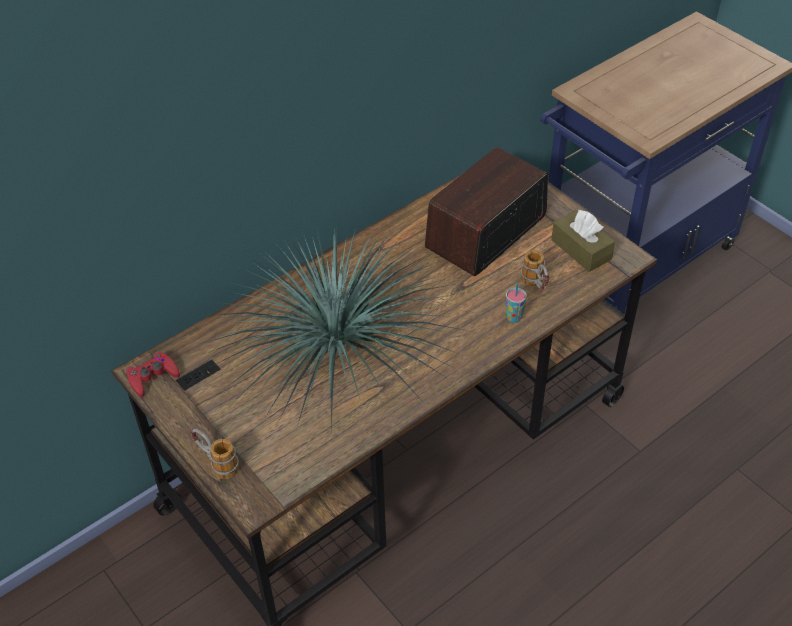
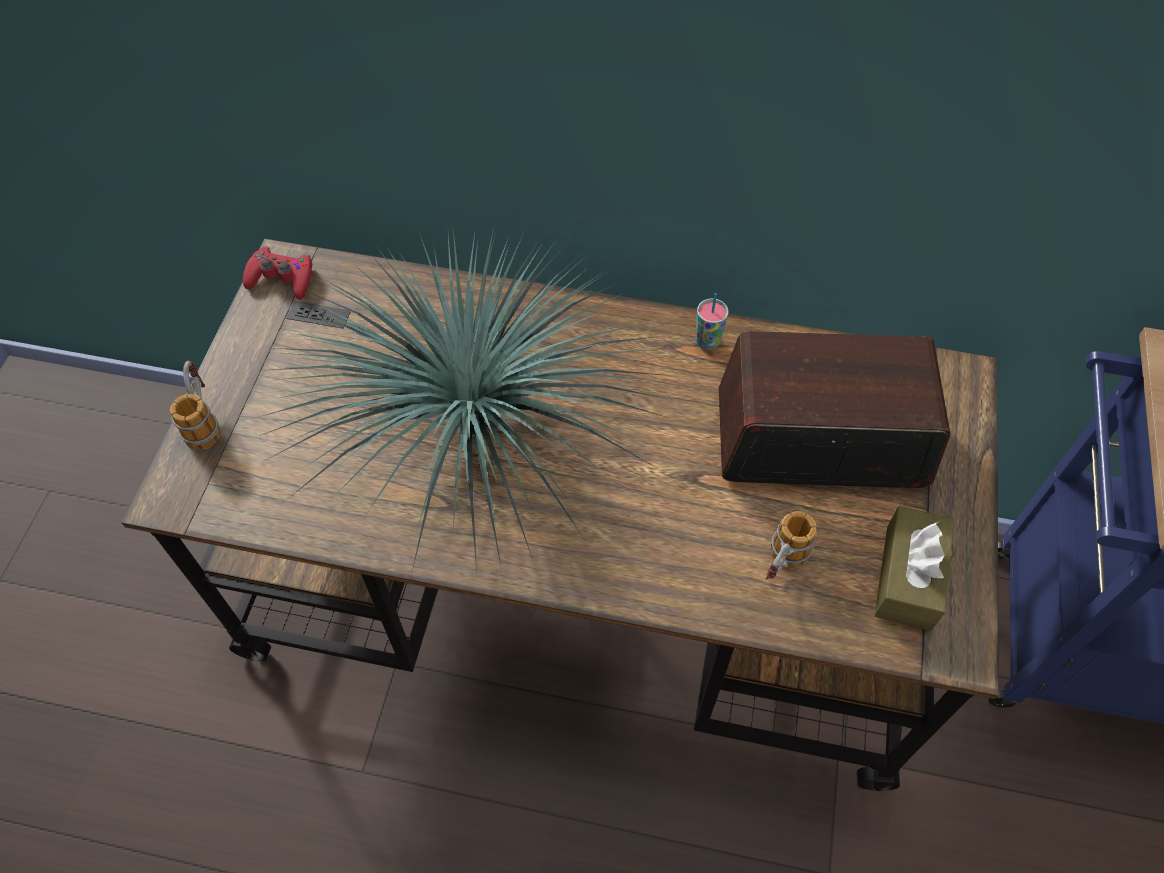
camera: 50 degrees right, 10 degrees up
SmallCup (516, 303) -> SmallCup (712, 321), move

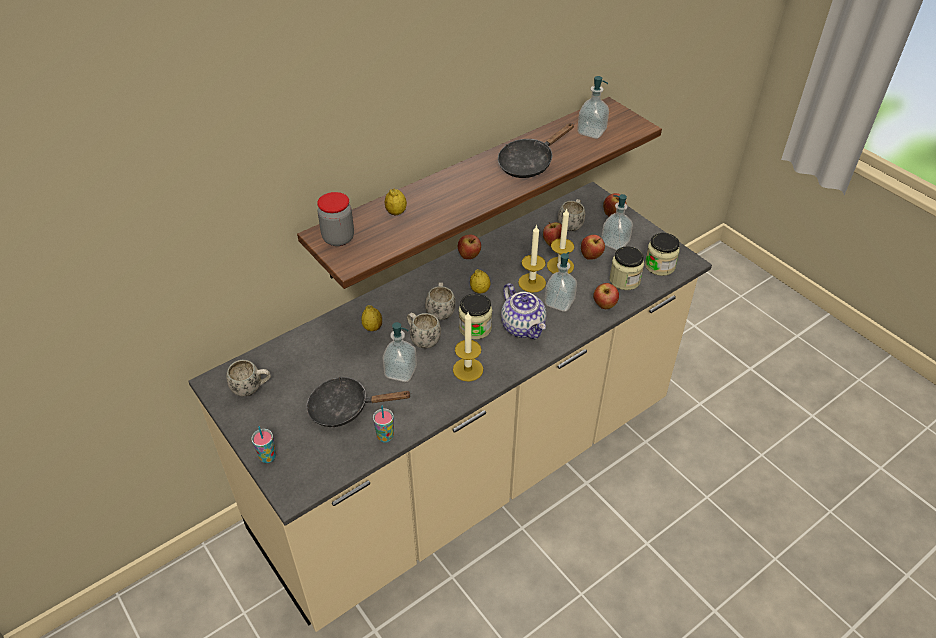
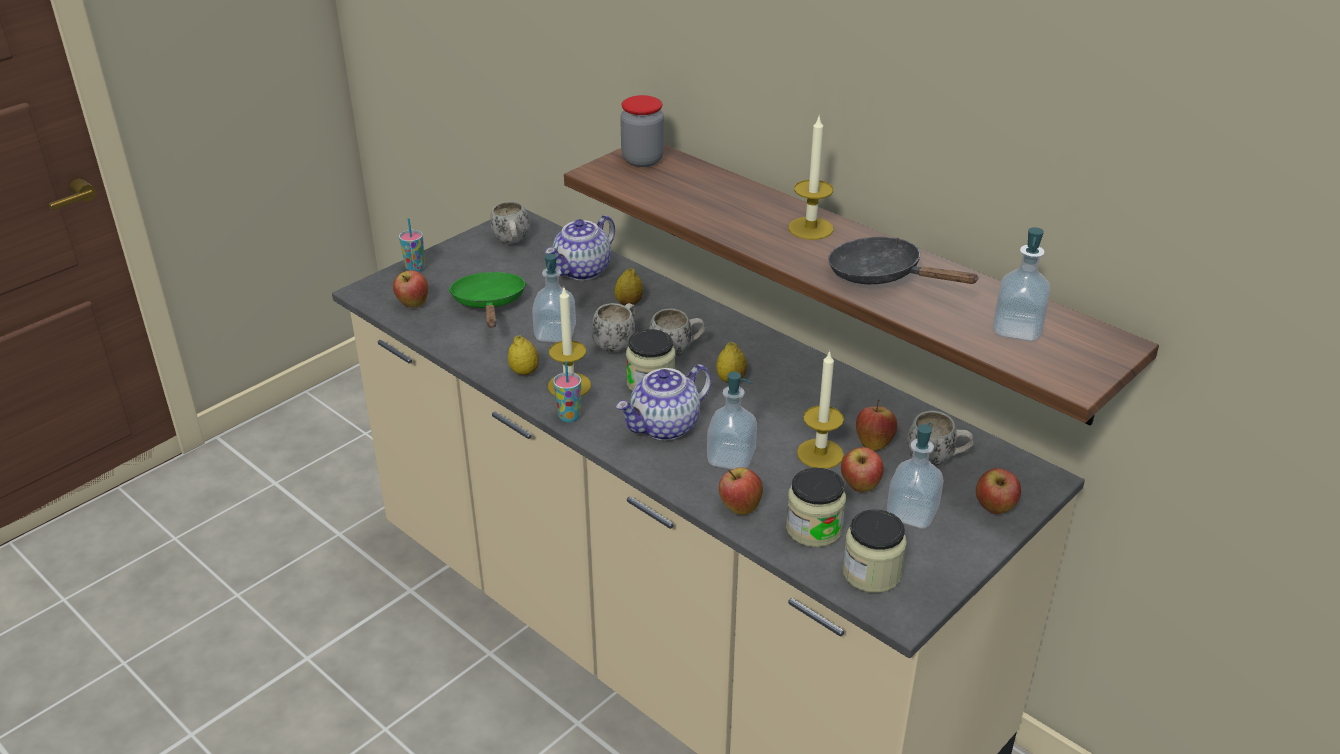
camera: 80 degrees right, 10 degrees down
Lemon (395, 202) -> Lemon (523, 355), move
WaxCandle (532, 258) -> WaxCandle (810, 178), move
WholeApple (469, 246) -> WholeApple (410, 289), move
BlackColouredPan (359, 401) -> GreenPan (487, 300)
SmallCup (383, 424) -> SmallCup (567, 391), move
none -> Teapot (580, 247)

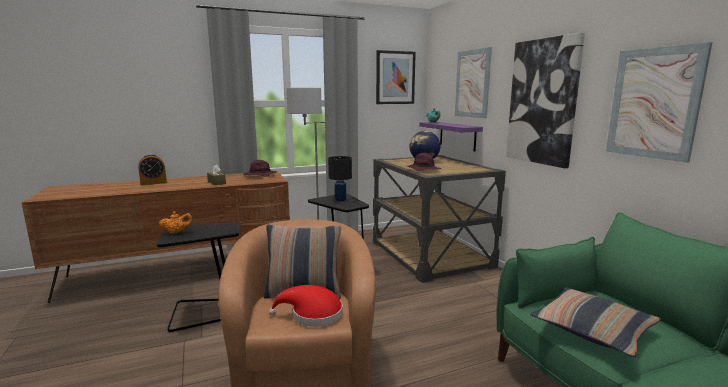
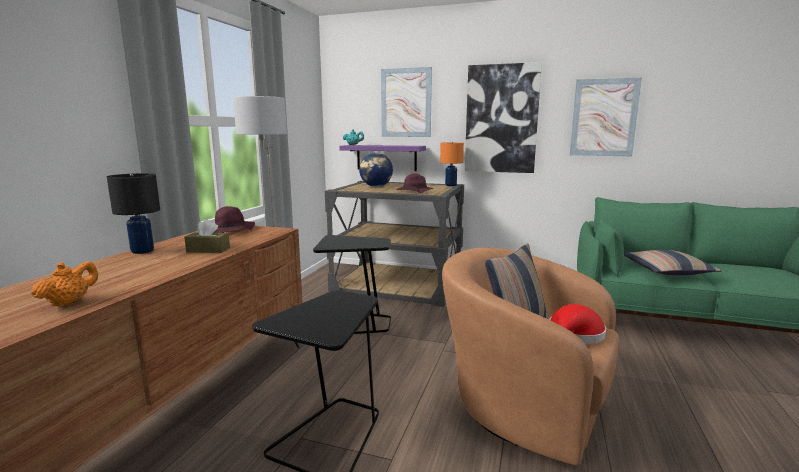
camera: 50 degrees left, 0 degrees up
Picture (396, 77) -> none
AlarmClock (152, 169) -> none
BlackColouredLampForATable (340, 179) -> BlackColouredLampForATable (133, 213), move
OrangeyTeapot (176, 222) -> OrangeyTeapot (64, 284), move
none -> OrangeyLampForATable (452, 164)

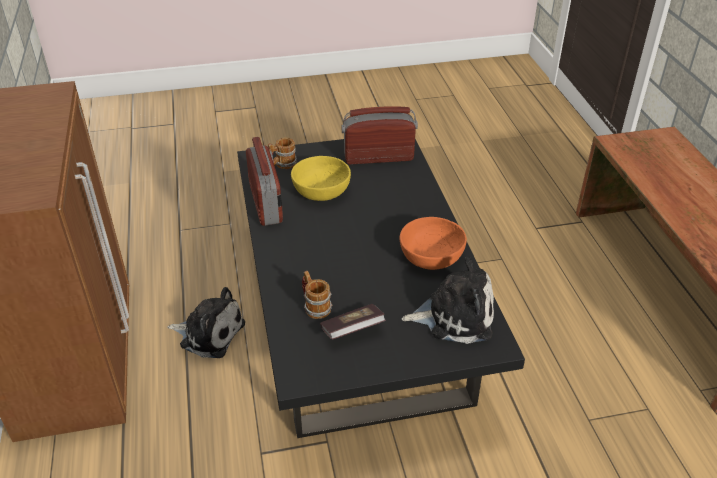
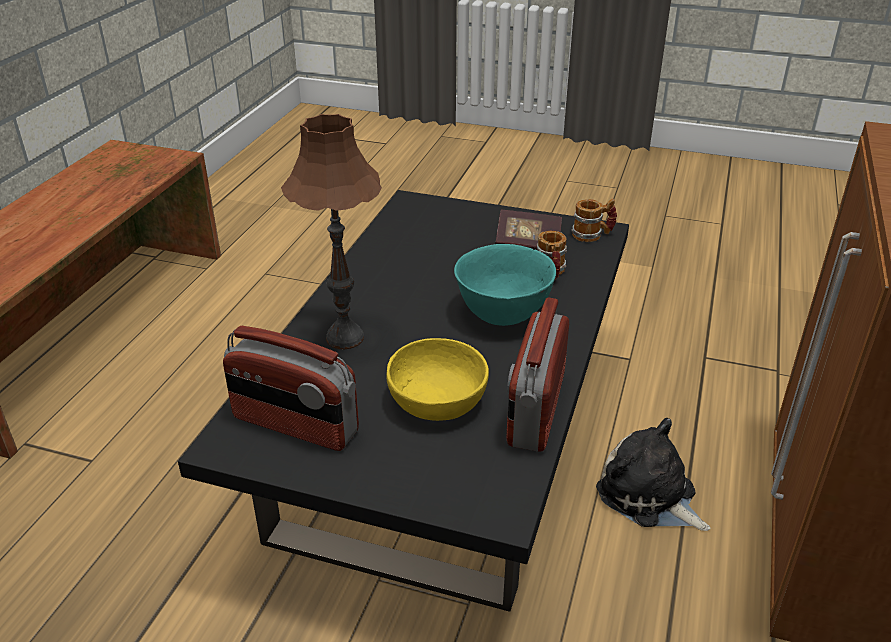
camera: 150 degrees left, 5 degrees down
CoffeeMug (282, 153) -> CoffeeMug (594, 220), move
OrangeyServingBowl (433, 243) -> none
PlushToy (448, 300) -> none
none -> BrownishLampForATable (331, 231)
none -> TurquoiseColouredServingBowl (505, 285)

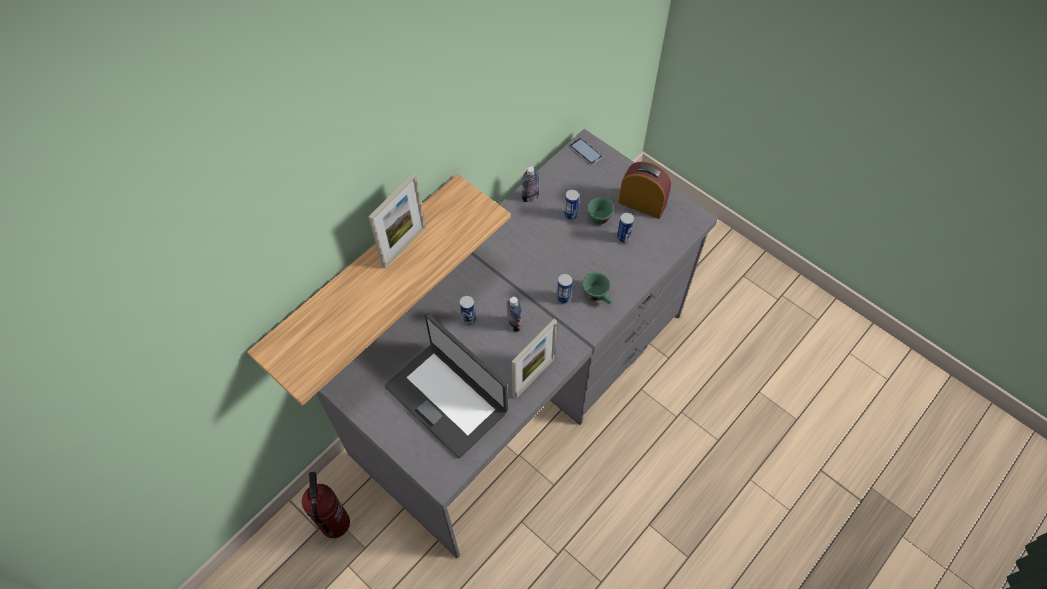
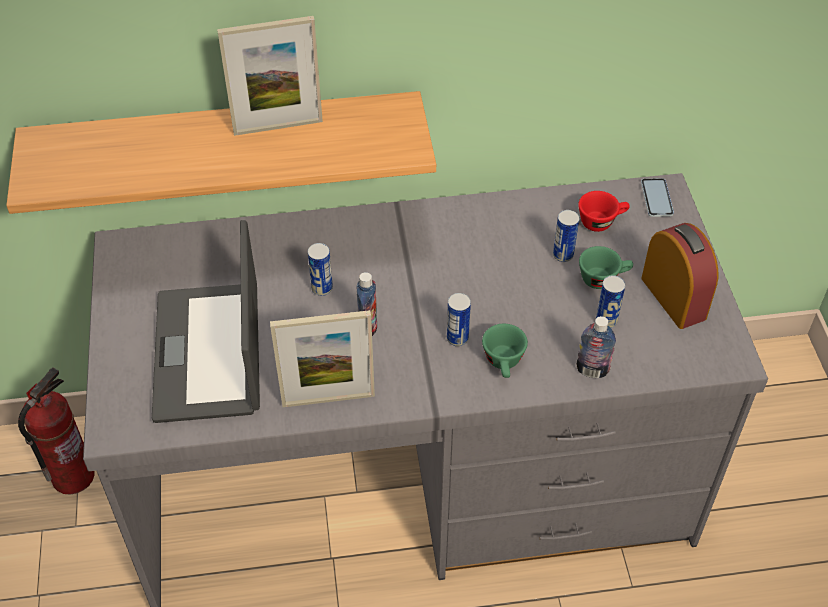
camera: 40 degrees right, 10 degrees down
BeverageBottle (530, 184) -> BeverageBottle (596, 347), move
none -> RedSmallCup (604, 211)

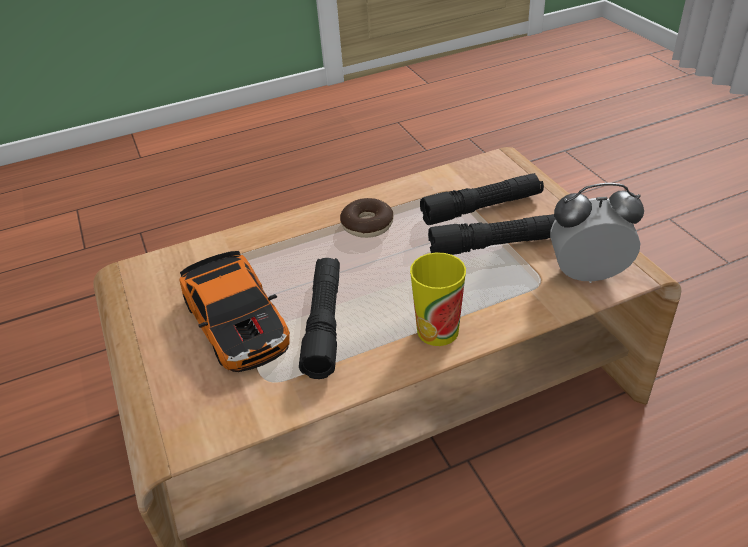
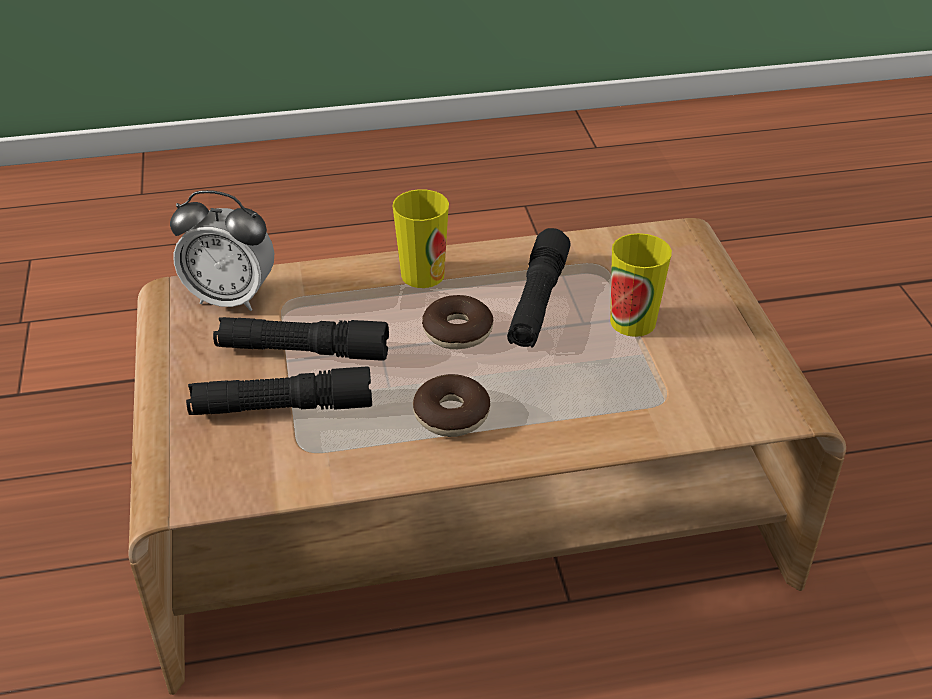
camera: 170 degrees left, 0 degrees up
MiniatureCar (235, 311) -> SmallCup (641, 285)
none -> Donut (457, 322)

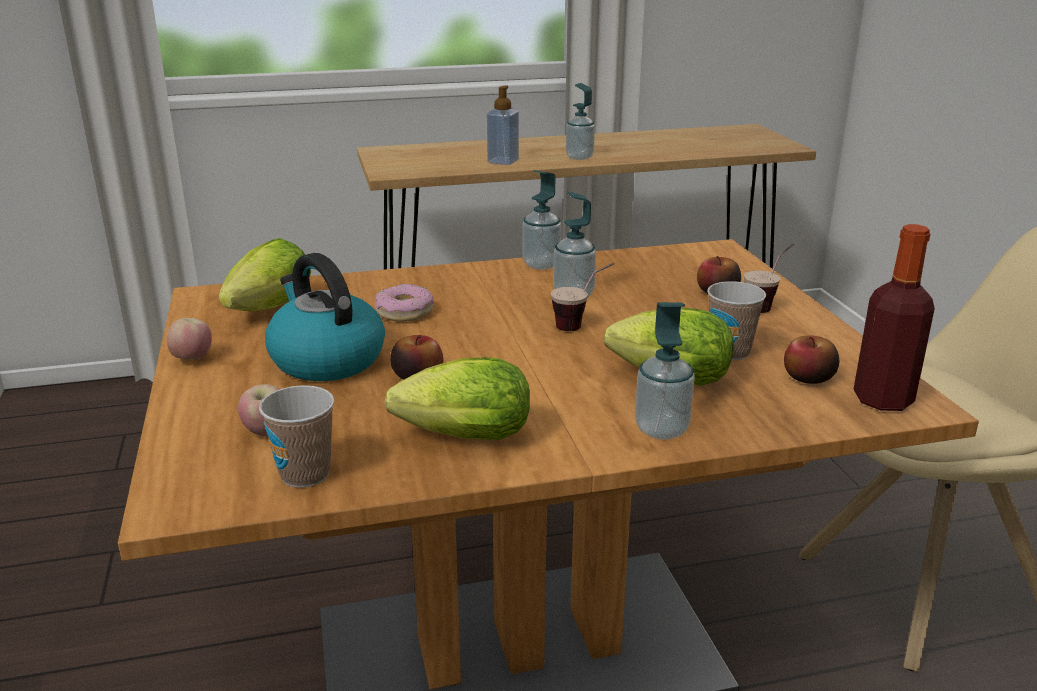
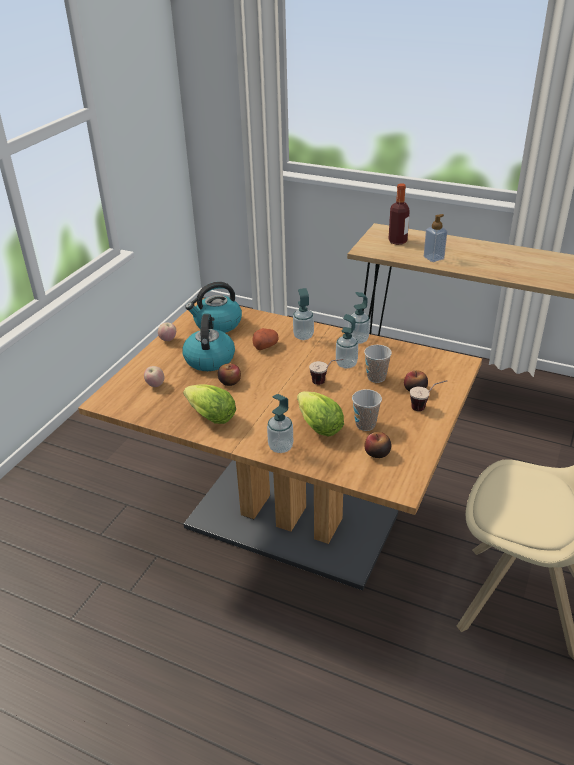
camera: 40 degrees right, 10 degrees up
LiquidSoapBottle (580, 121) -> LiquidSoapBottle (303, 314), move
BeverageBottle (894, 317) -> BeverageBottle (399, 214), move
HeadOfLettuce (265, 274) -> Kettle (213, 307)
Donut (404, 303) -> WholePotato (266, 339)
SmallCup (296, 436) -> SmallCup (378, 364), move

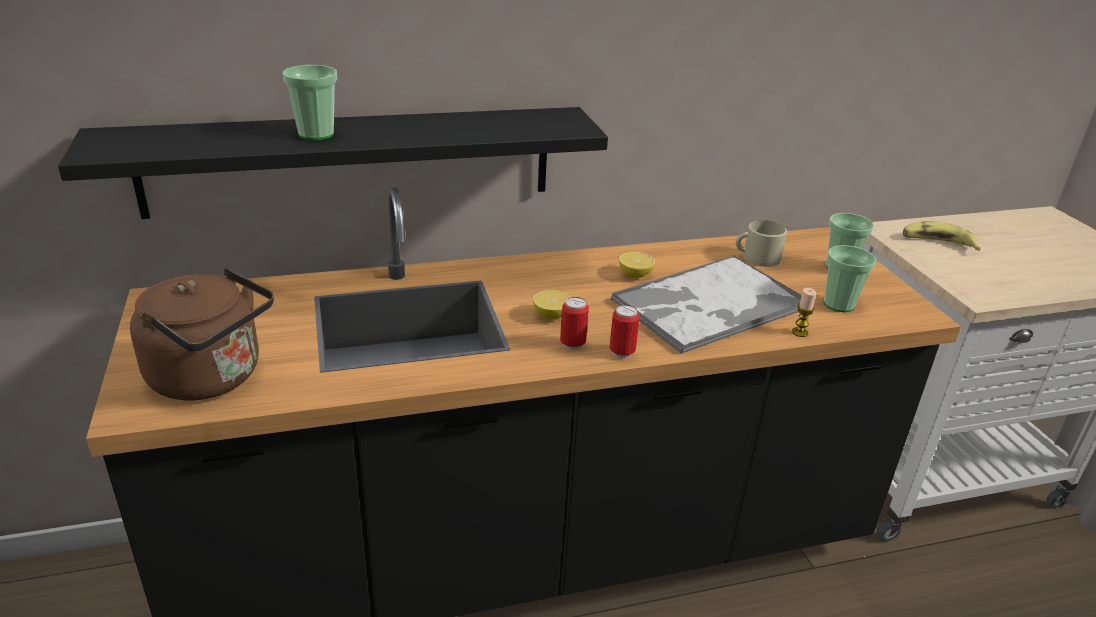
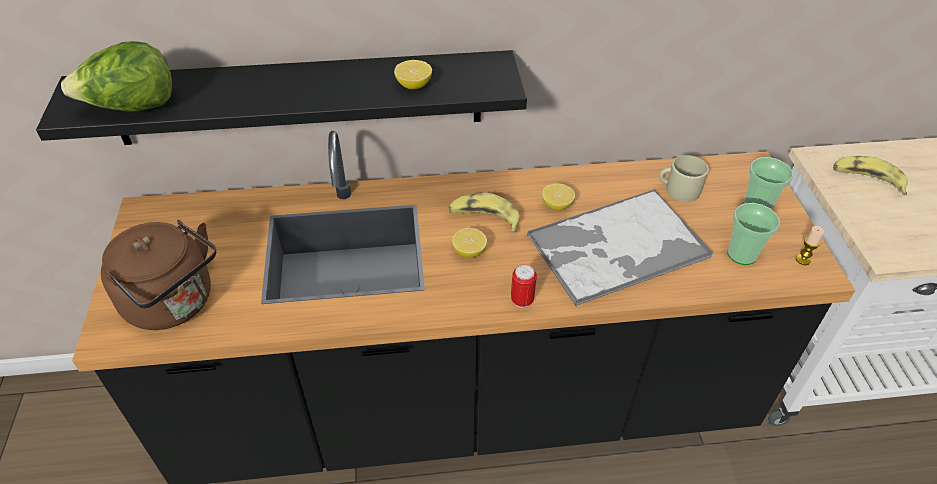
camera: 10 degrees right, 15 degrees up
SmallCup (310, 102) -> none
WaxCandle (804, 312) -> WaxCandle (810, 245), move
Can (574, 323) -> none
none -> HeadOfLettuce (116, 76)
none -> Lemon (413, 74)
none -> Banana (484, 213)

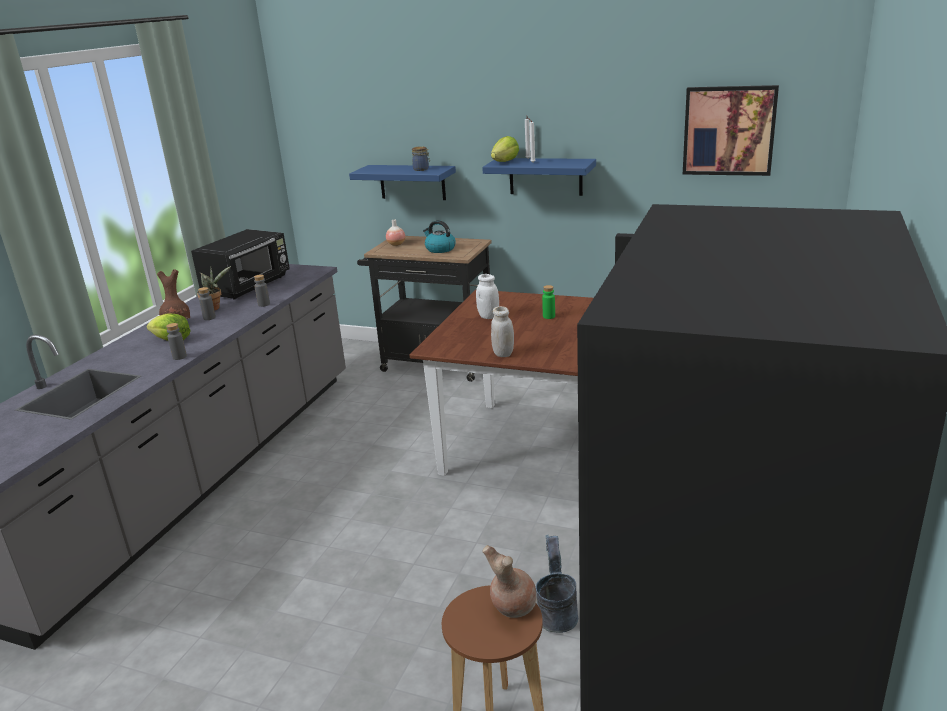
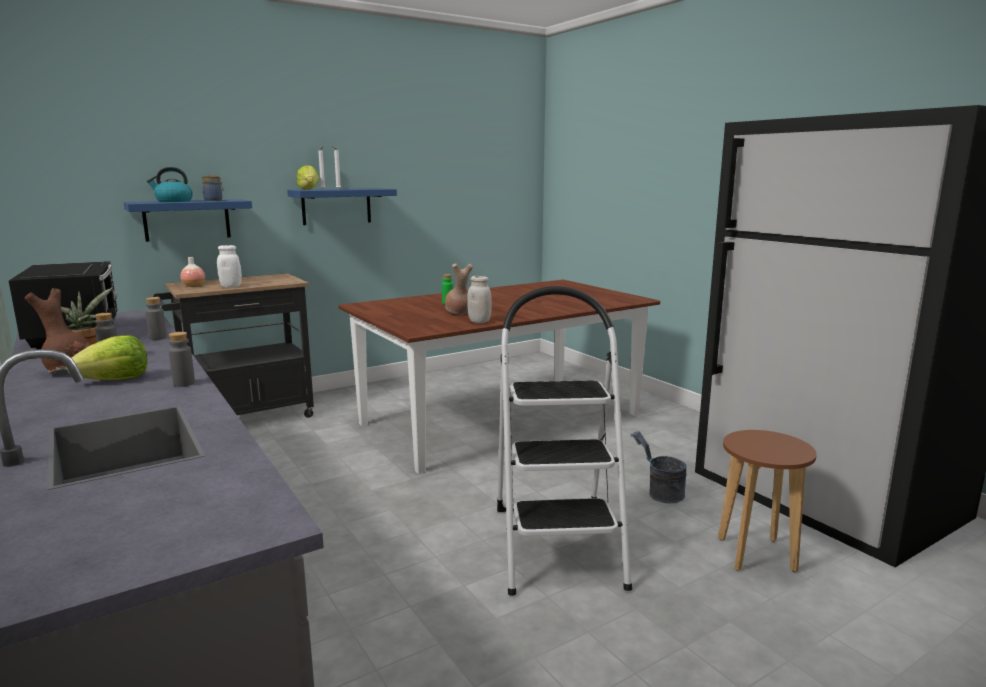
camera: 55 degrees left, 10 degrees down
Picture (731, 130) -> none
Kettle (439, 236) -> Kettle (170, 184), move
WhitishStorageJar (487, 296) -> WhitishStorageJar (229, 266), move
BrownishFlowerVase (510, 581) -> BrownishFlowerVase (459, 289), move
none -> Stepladder (564, 441)

